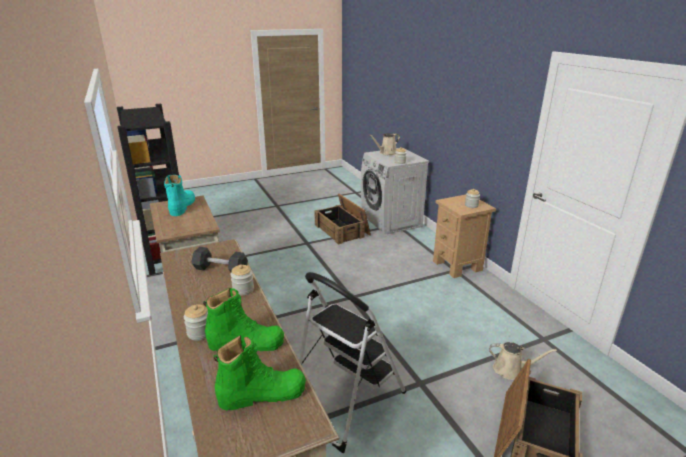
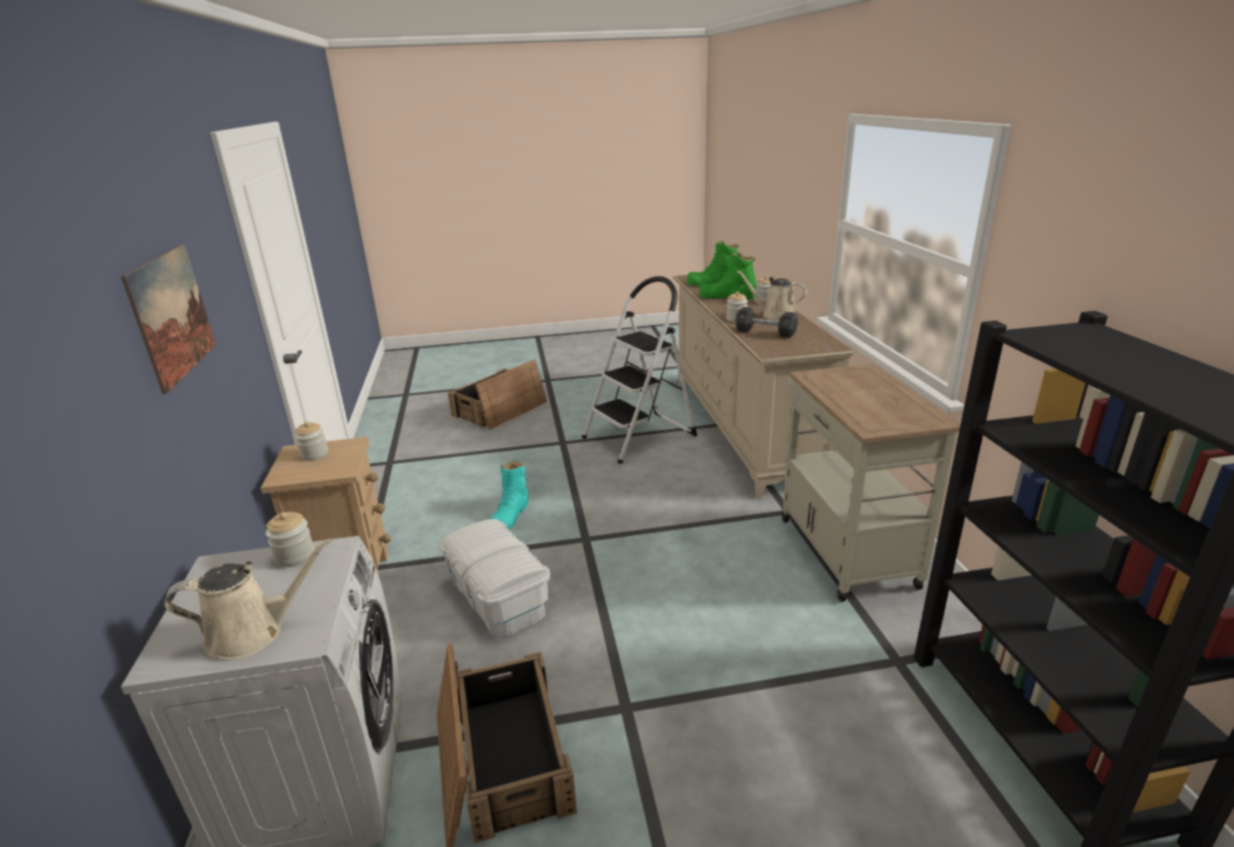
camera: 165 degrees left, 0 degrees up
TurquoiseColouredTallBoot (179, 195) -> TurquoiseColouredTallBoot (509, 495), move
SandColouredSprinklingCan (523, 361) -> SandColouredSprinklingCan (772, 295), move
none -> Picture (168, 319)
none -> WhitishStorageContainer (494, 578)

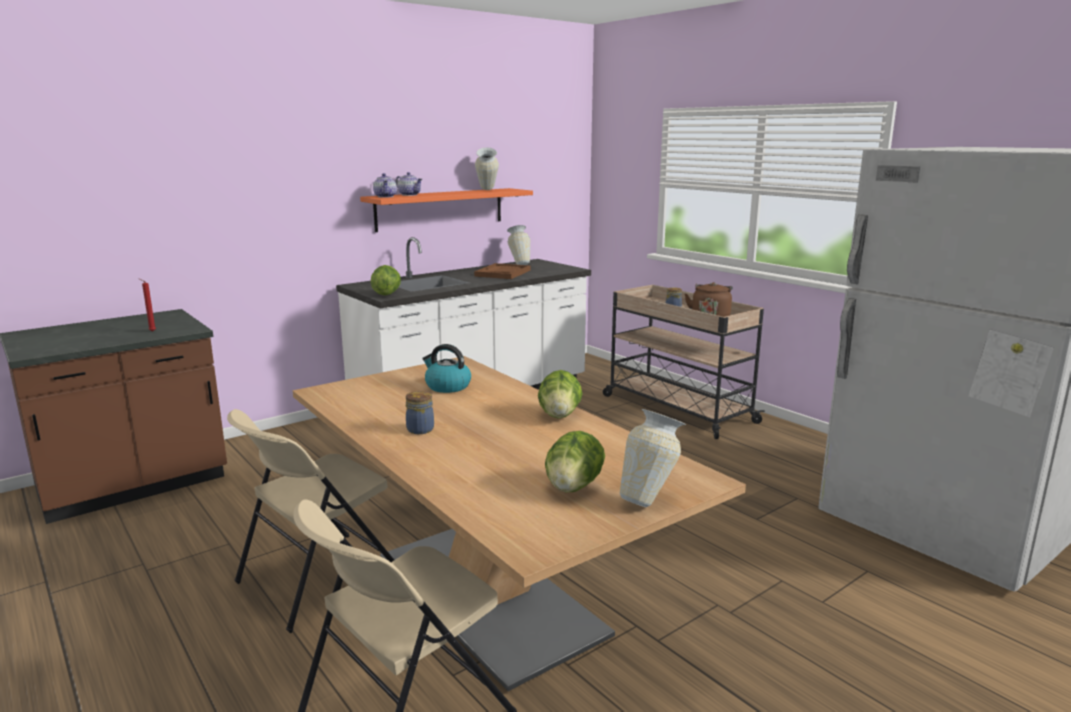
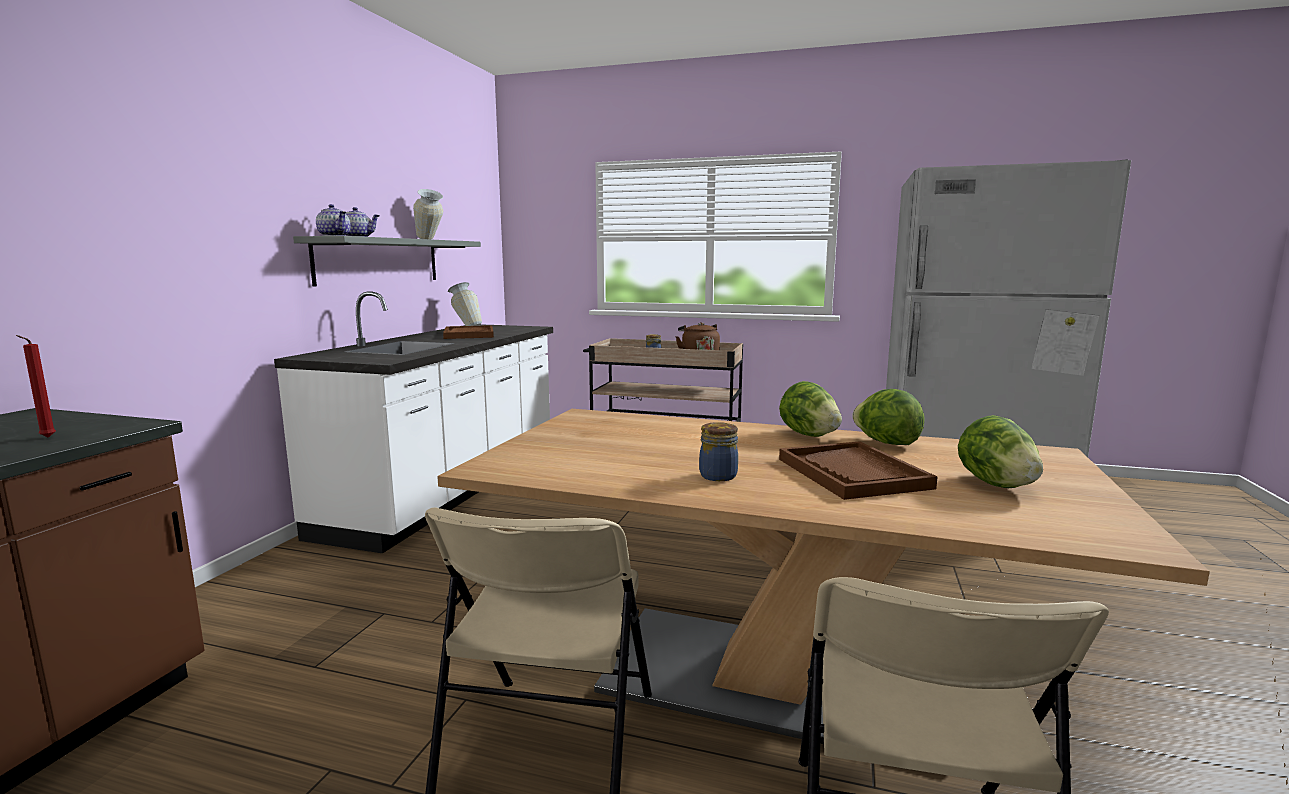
camera: 35 degrees left, 5 degrees down
OrangeyWallShelf (446, 210) -> GreyWallShelf (387, 261)
HeadOfLettuce (386, 280) -> HeadOfLettuce (888, 417), move
Kettle (446, 368) -> none
FlowerVase (653, 458) -> none
none -> BrownishTray (858, 470)

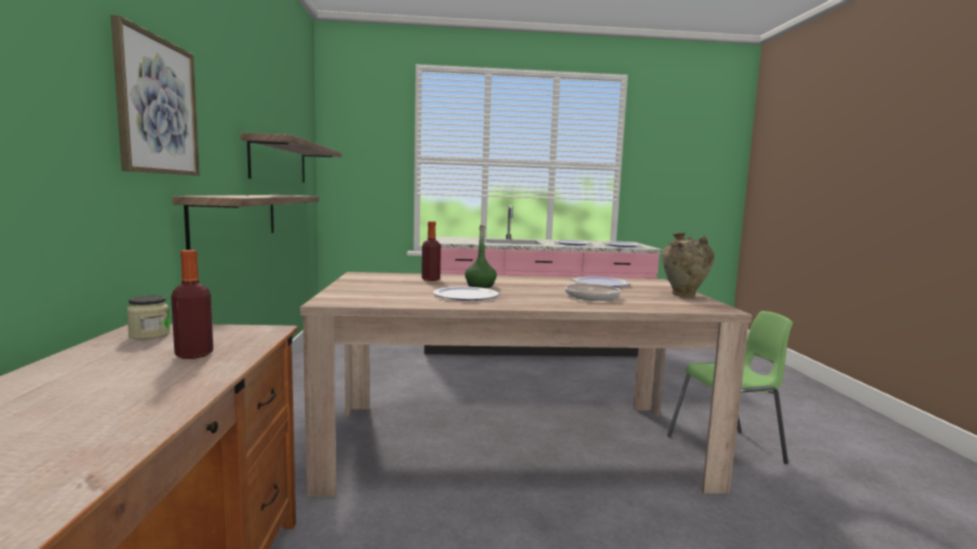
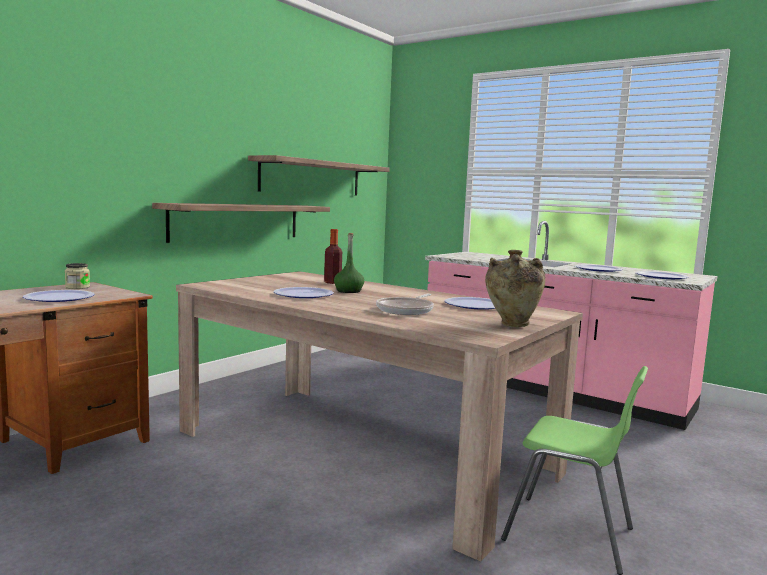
camera: 40 degrees right, 0 degrees up
Picture (155, 95) -> none
BeverageBottle (192, 304) -> Plate (59, 296)

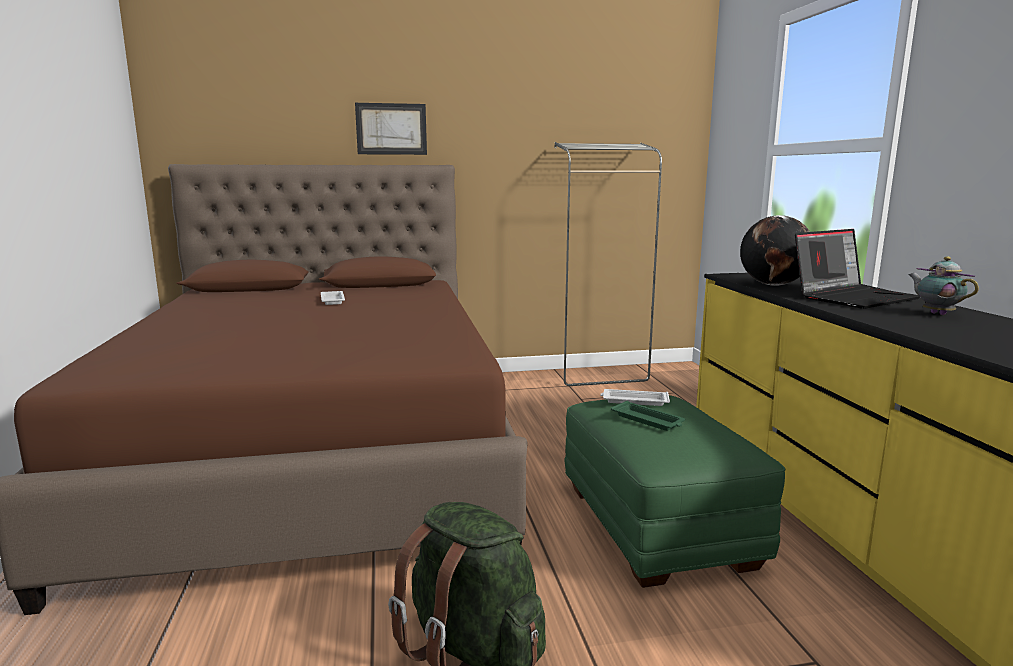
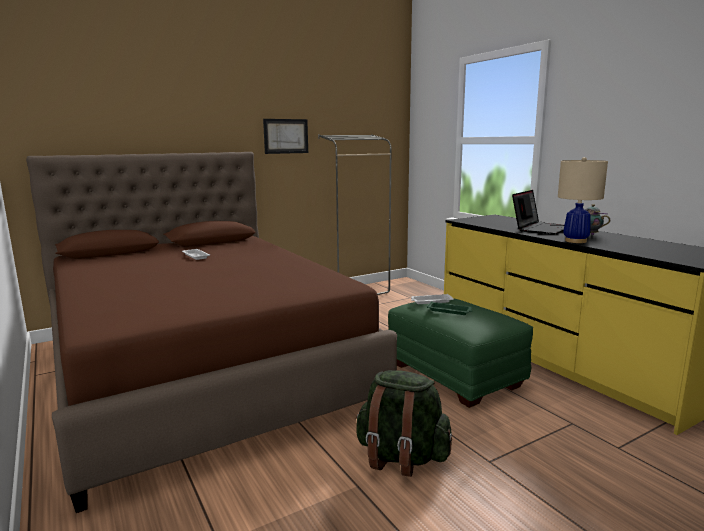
camera: 20 degrees left, 0 degrees up
Picture (391, 129) -> Picture (285, 136), move
DeskGlobe (774, 250) -> none
none -> SandColouredLampForATable (583, 200)

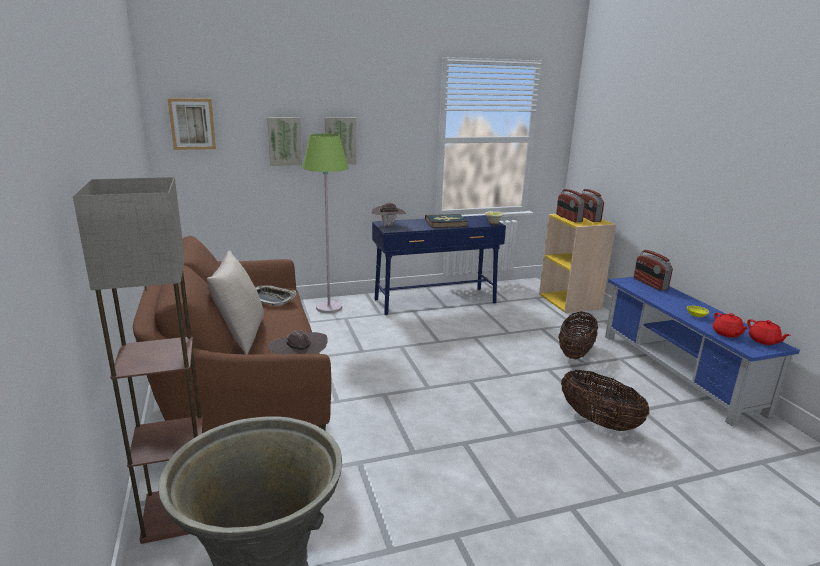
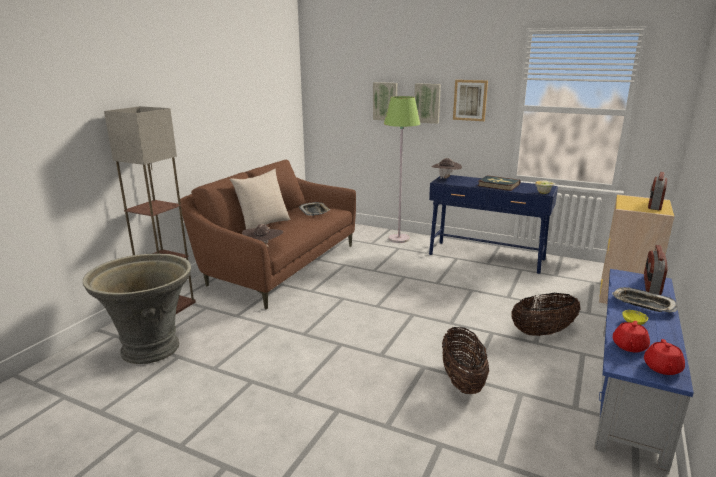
camera: 45 degrees right, 0 degrees up
Picture (192, 124) -> Picture (470, 100), move
RadioSet (570, 205) -> none
none -> Tray (645, 299)

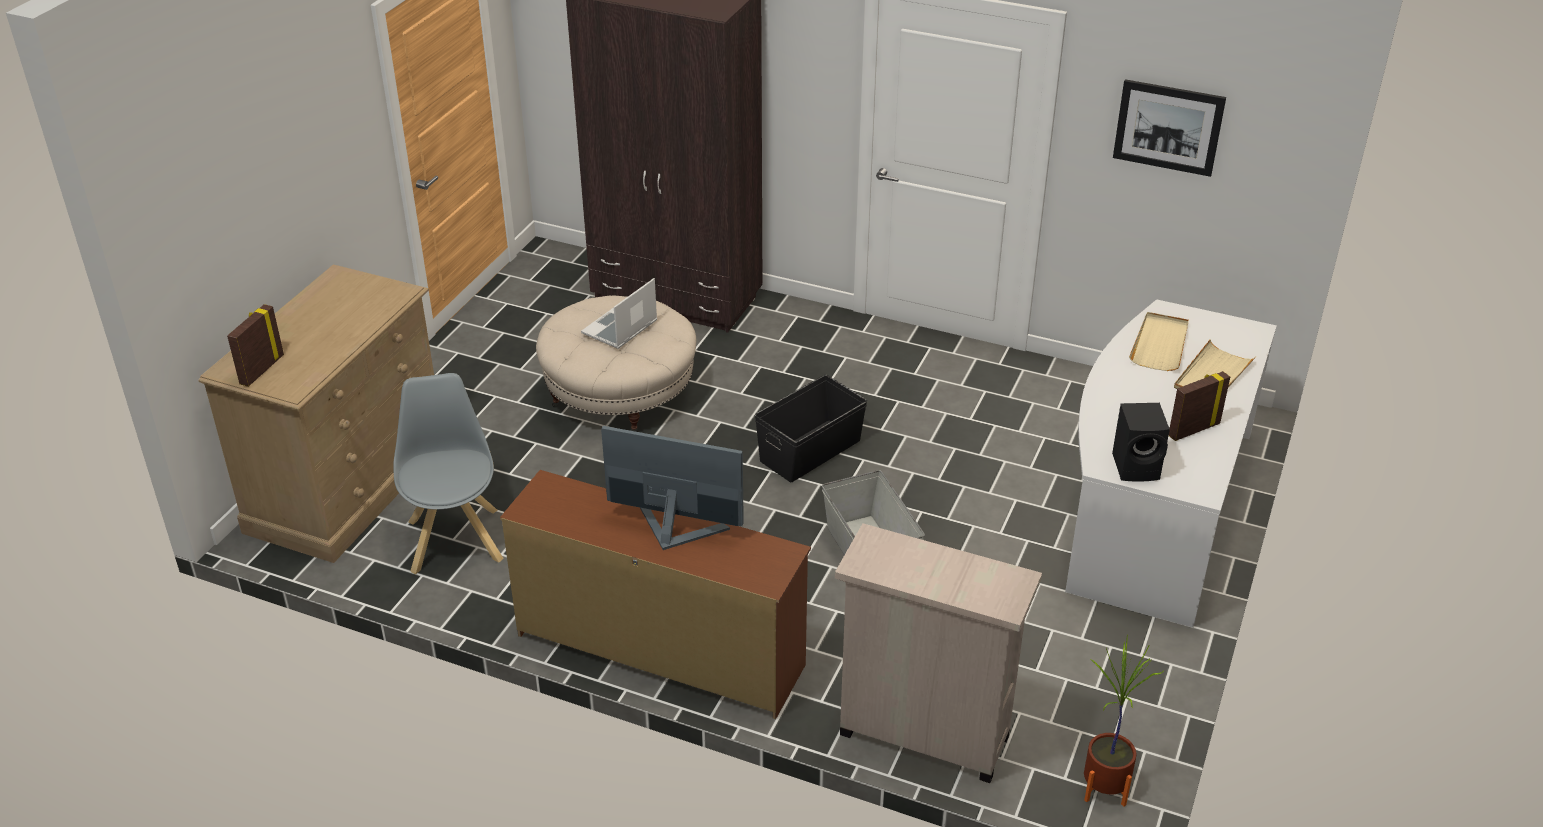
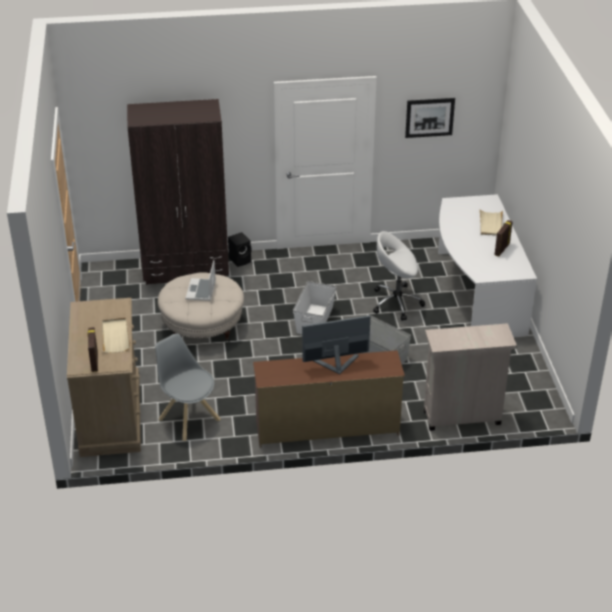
camera: 30 degrees left, 0 degrees up
SandColouredTray (1159, 341) -> SandColouredTray (116, 335), move
BlackColouredStorageContainer (811, 428) -> WhitishStorageContainer (315, 307)
BlackColouredAudioSpeaker (1141, 442) -> BlackColouredAudioSpeaker (239, 249), move
Houseplant (1123, 720) -> none
none -> WhitishDeskChair (399, 276)

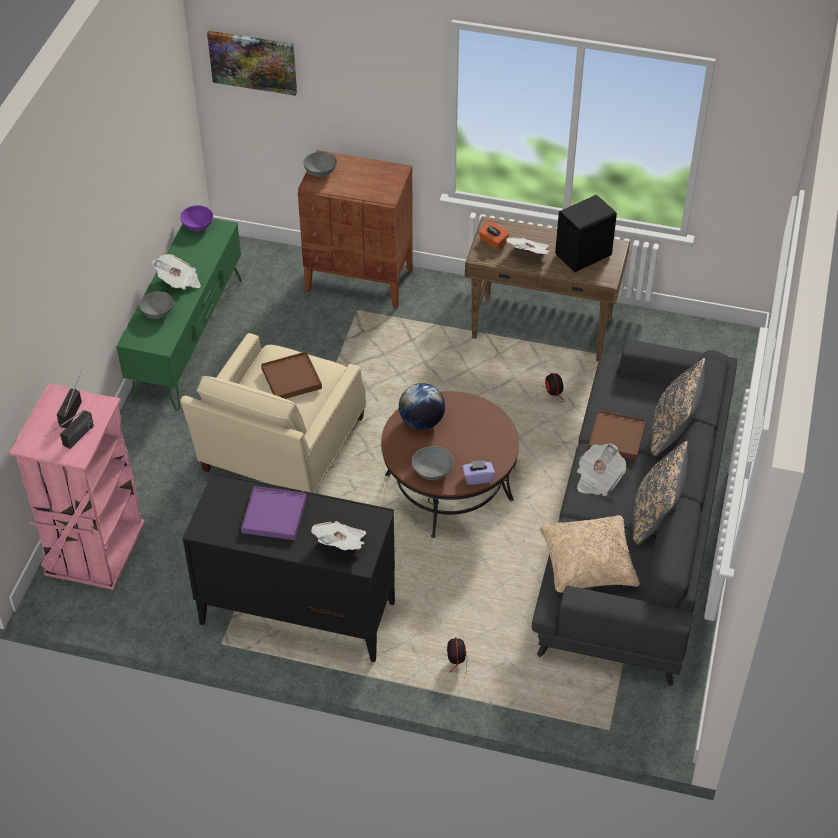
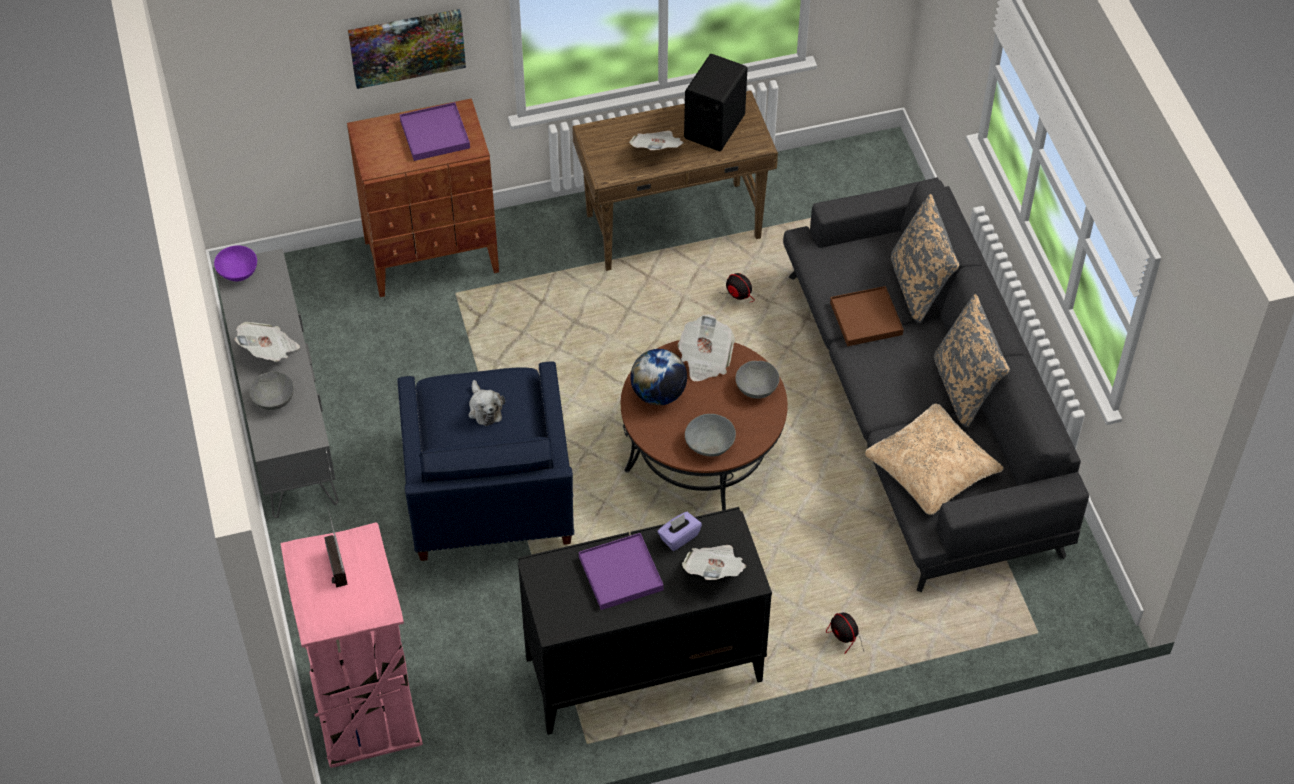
camera: 30 degrees left, 5 degrees up
Picture (252, 63) -> Picture (407, 49), move
GreyServingBowl (320, 164) -> GreyServingBowl (757, 380), move
GreenMediaConsole (179, 314) -> GreyMediaConsole (277, 383)
OrangeyTissueBox (494, 235) -> none
SandColouredLoungeChair (273, 413) -> BluishLoungeChair (486, 461)
BrownishTray (291, 375) -> PlushToy (486, 403)
RadioSet (69, 429) -> none
Newspaper (601, 469) -> Newspaper (706, 347), move
PurpleColouredTissueBox (478, 472) -> PurpleColouredTissueBox (679, 531), move
none -> PurpleColouredTray (435, 131)

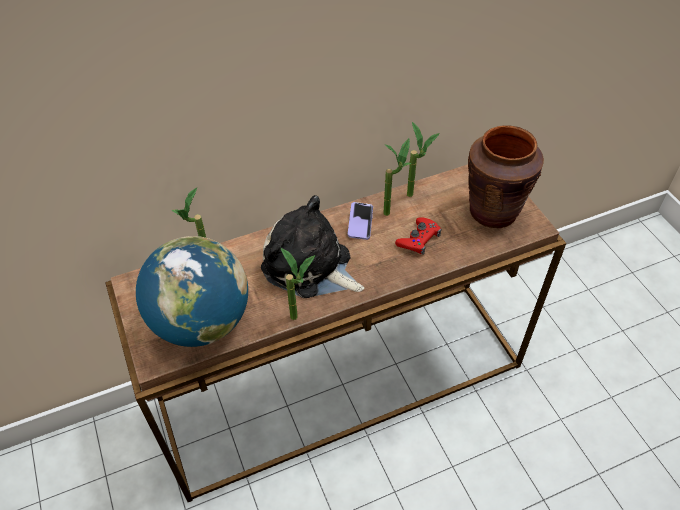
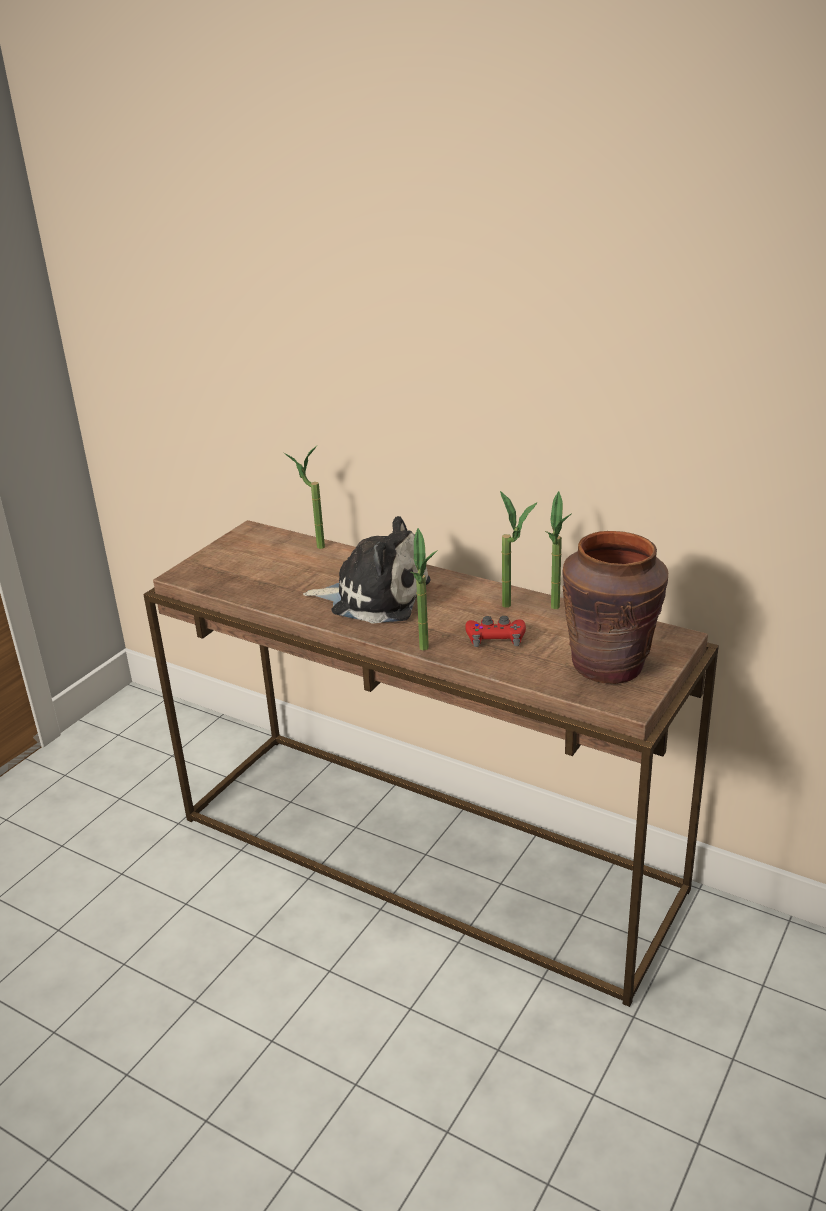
camera: 55 degrees right, 20 degrees down
PlushToy (312, 246) -> PlushToy (367, 569), 105 degrees clockwise
Phone (360, 221) -> none
DeskGlobe (192, 291) -> none
Houseplant (298, 284) -> Houseplant (424, 589), move

